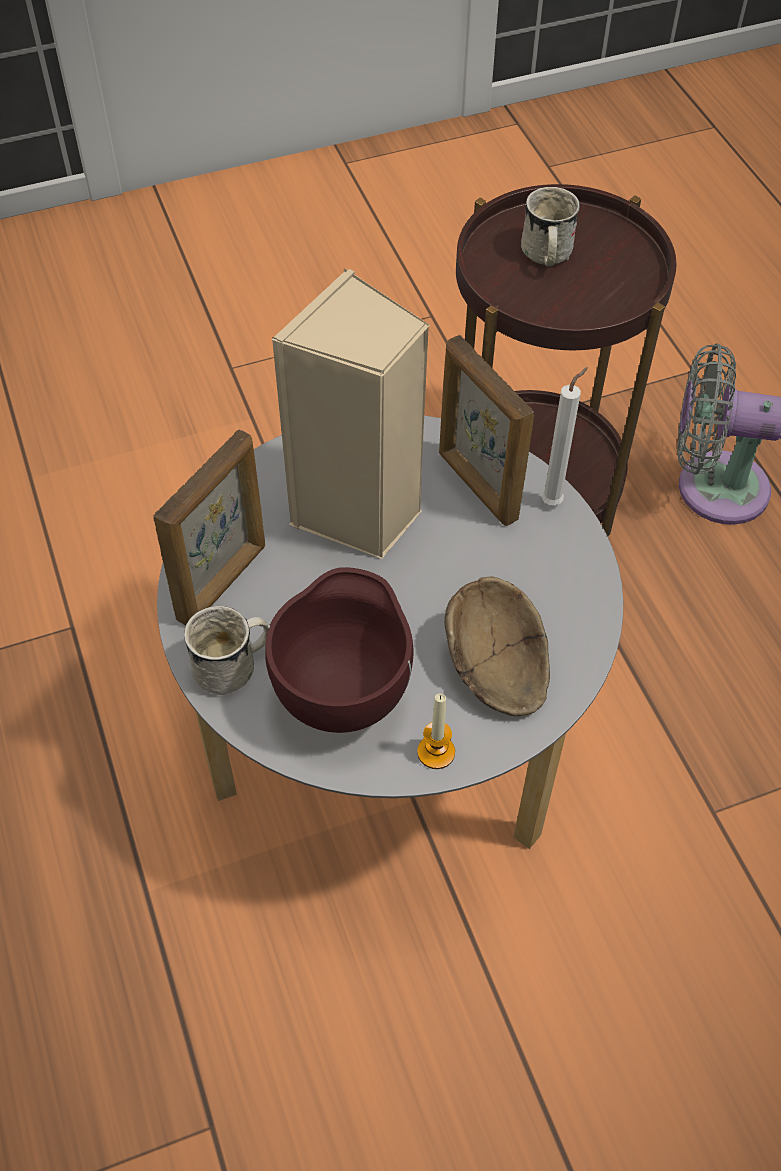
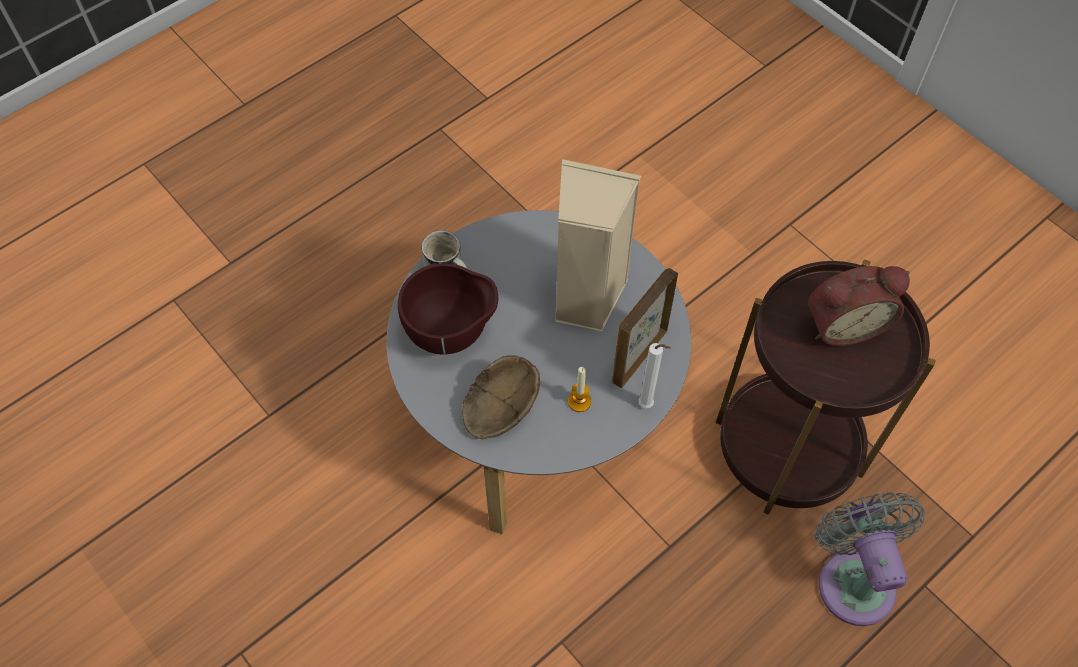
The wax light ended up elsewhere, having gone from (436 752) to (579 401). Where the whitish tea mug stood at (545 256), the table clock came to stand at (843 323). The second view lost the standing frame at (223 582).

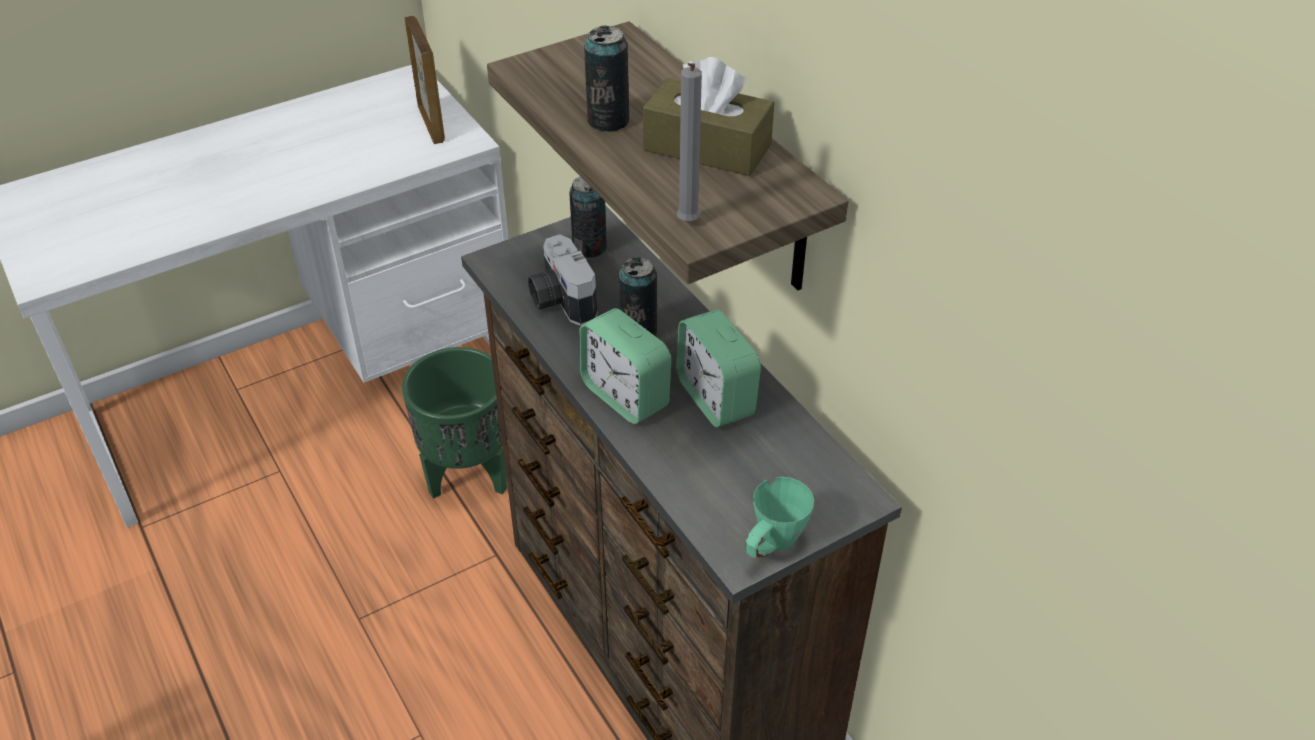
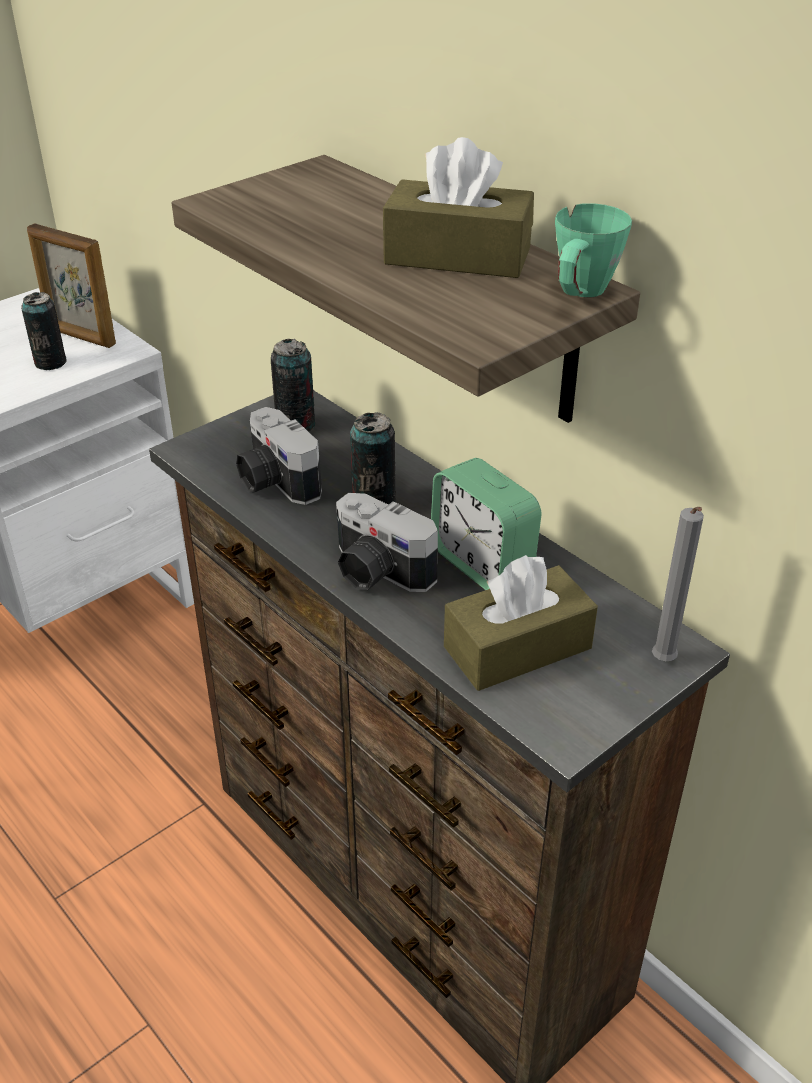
The metal can ended up elsewhere, having gone from (608 120) to (50 362). The standing frame at (431 123) ended up facing another way, 150 degrees clockwise from before. Where the table clock stood at (625 396), the still camera came to stand at (377 572). The second view gained the brown-coloured tissue holder at (517 647). The green tea mug ended up elsewhere, having gone from (771 548) to (580 296). The greyish wax light ended up elsewhere, having gone from (687 224) to (663 663). The second view lost the green flower pot at (469 476).

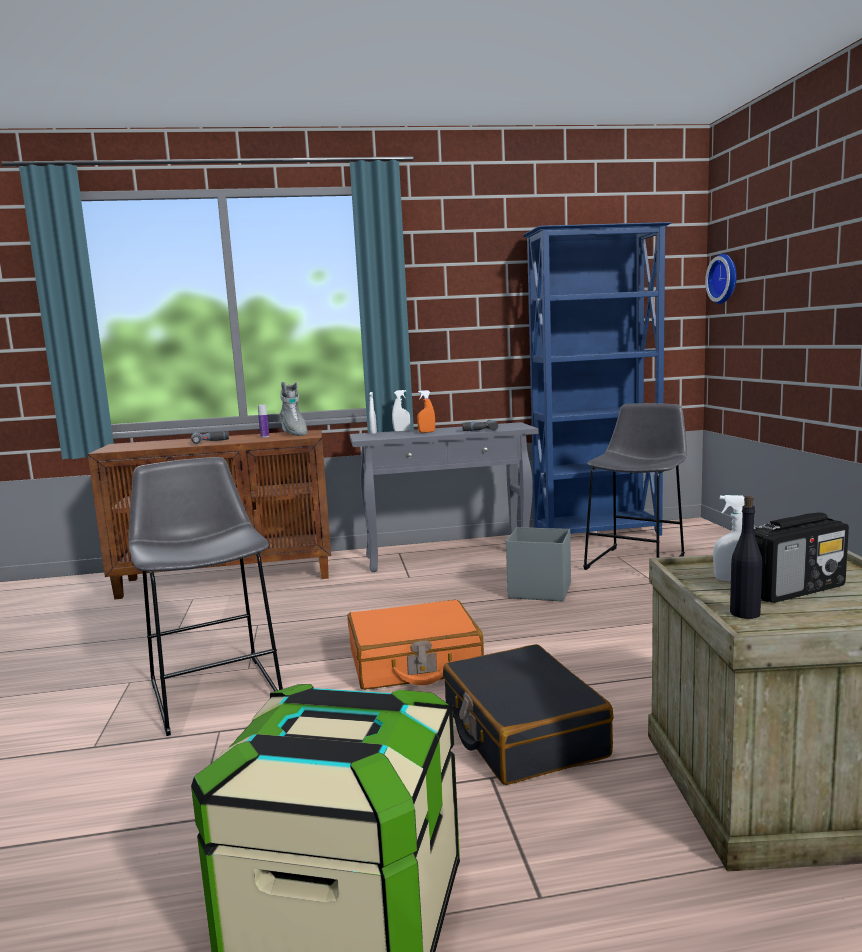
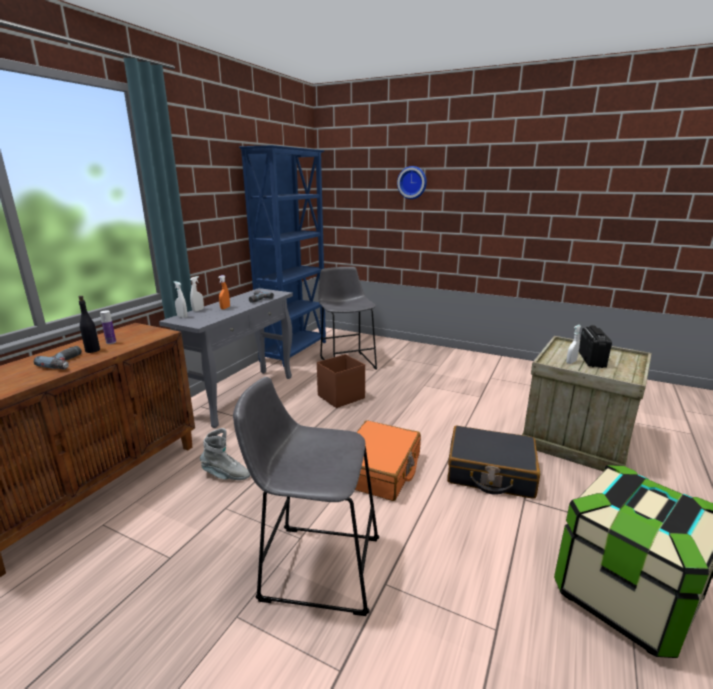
The black-coloured bottle ended up elsewhere, having gone from (745 613) to (92 350). The greyish tall boot ended up elsewhere, having gone from (294 433) to (226 475). What was the greyish storage bin at (539 590) turned into the brown-coloured storage bin at (340 397). The wall clock ended up elsewhere, having gone from (725 278) to (412 182).

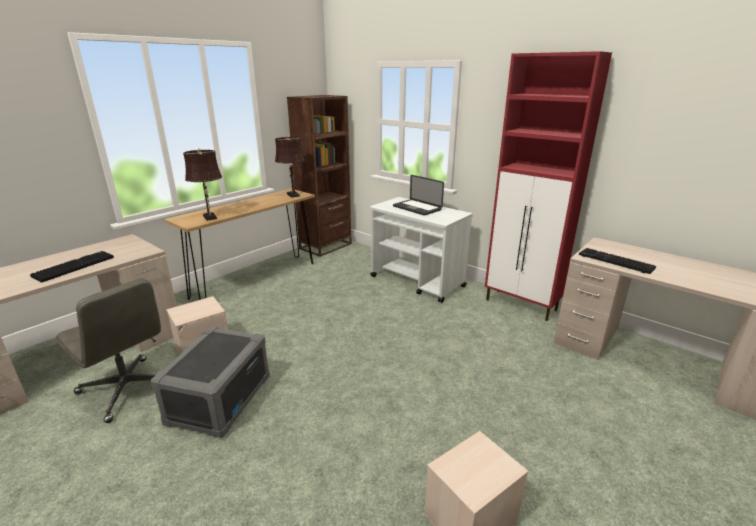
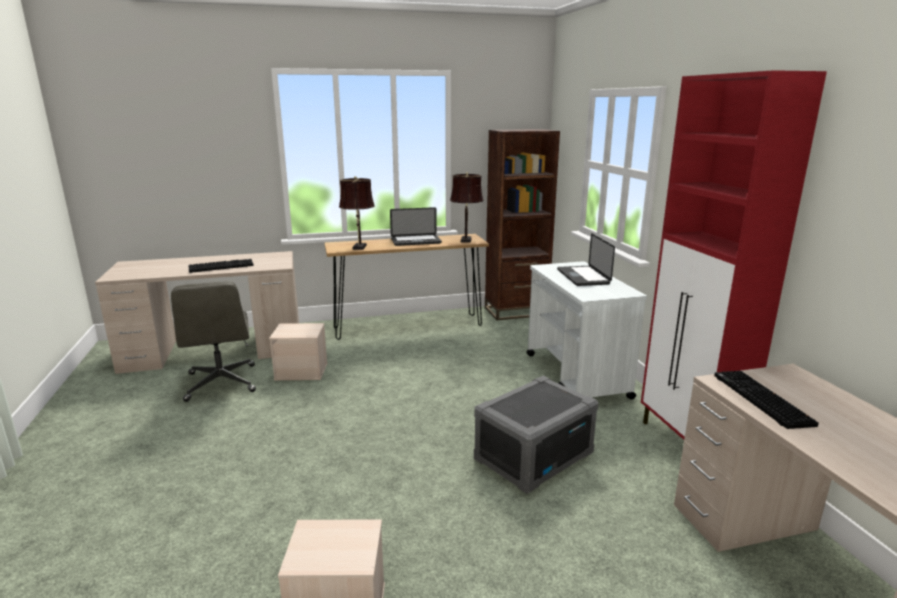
The second view gained the laptop at (416 241). The greyish storage bin ended up elsewhere, having gone from (219 399) to (533 456).

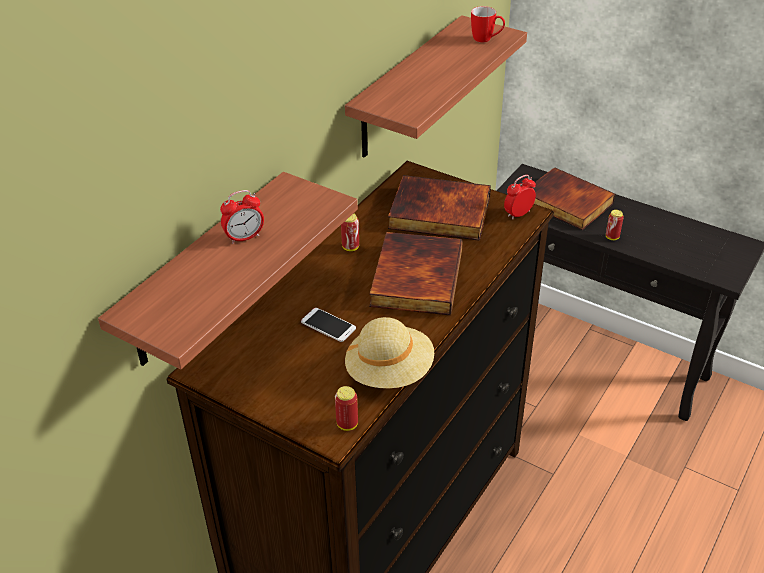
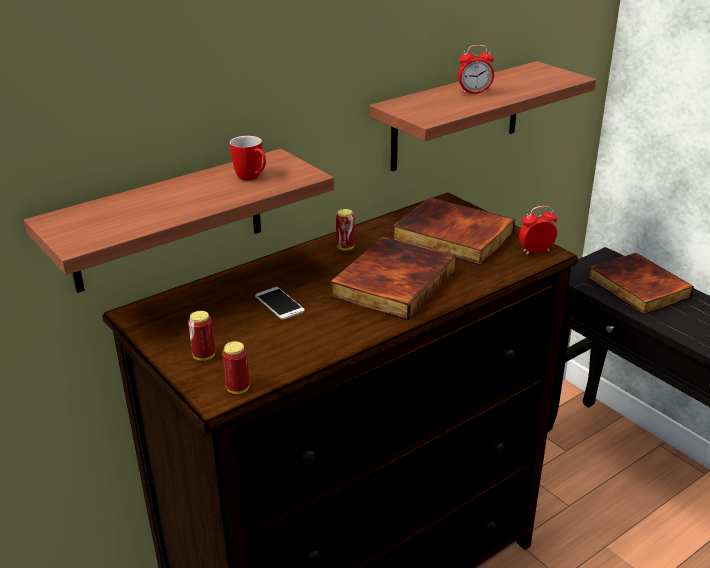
The metal can ended up elsewhere, having gone from (612 237) to (204 356). The tea mug ended up elsewhere, having gone from (486 40) to (252 178). The table clock ended up elsewhere, having gone from (244 237) to (474 92). The second view lost the beige wearable hat at (389 372).

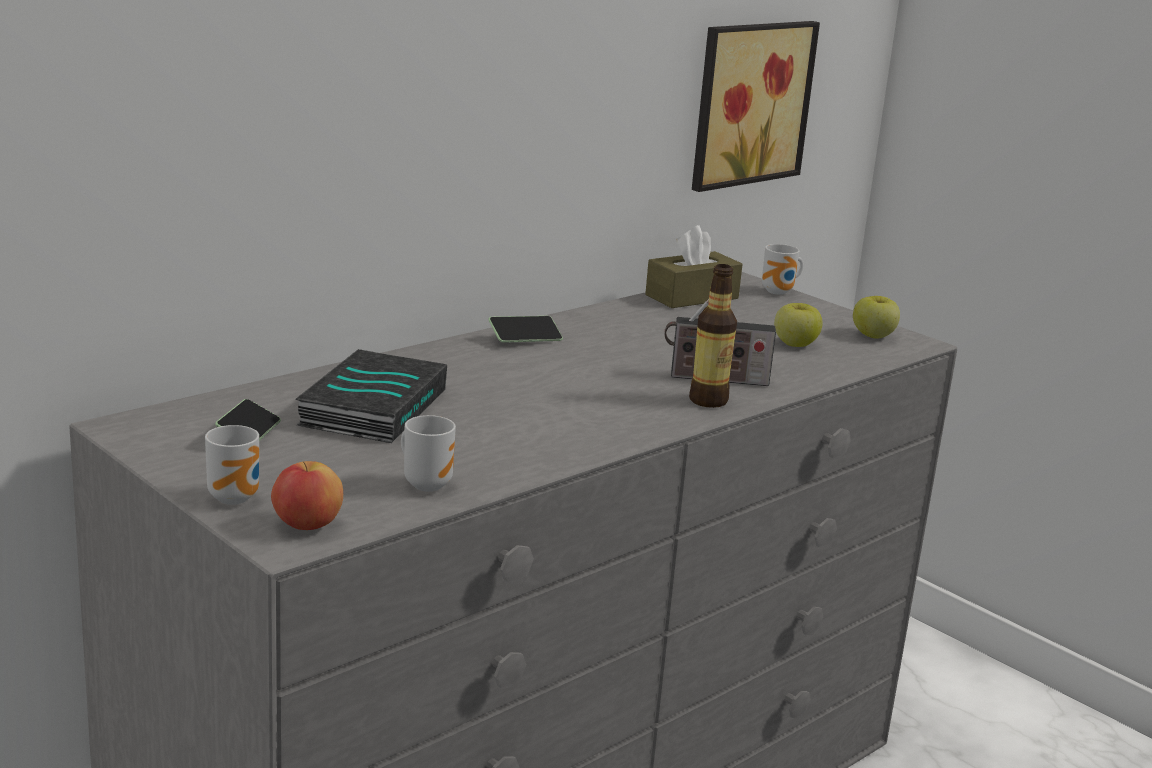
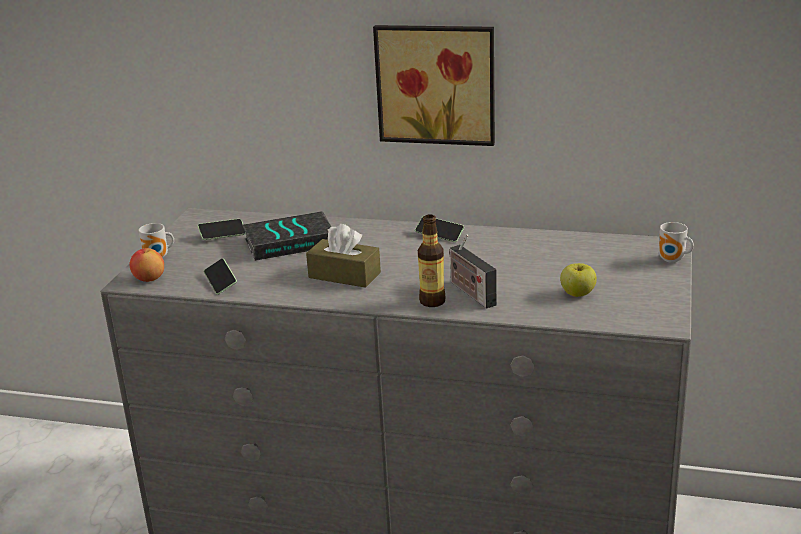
Where the tea mug stood at (426 484), the telephone came to stand at (221 283). The brown-coloured tissue holder ended up elsewhere, having gone from (692 297) to (344 275). The wall art ended up elsewhere, having gone from (747 102) to (436 83). The second view lost the apple fruit at (873 336).

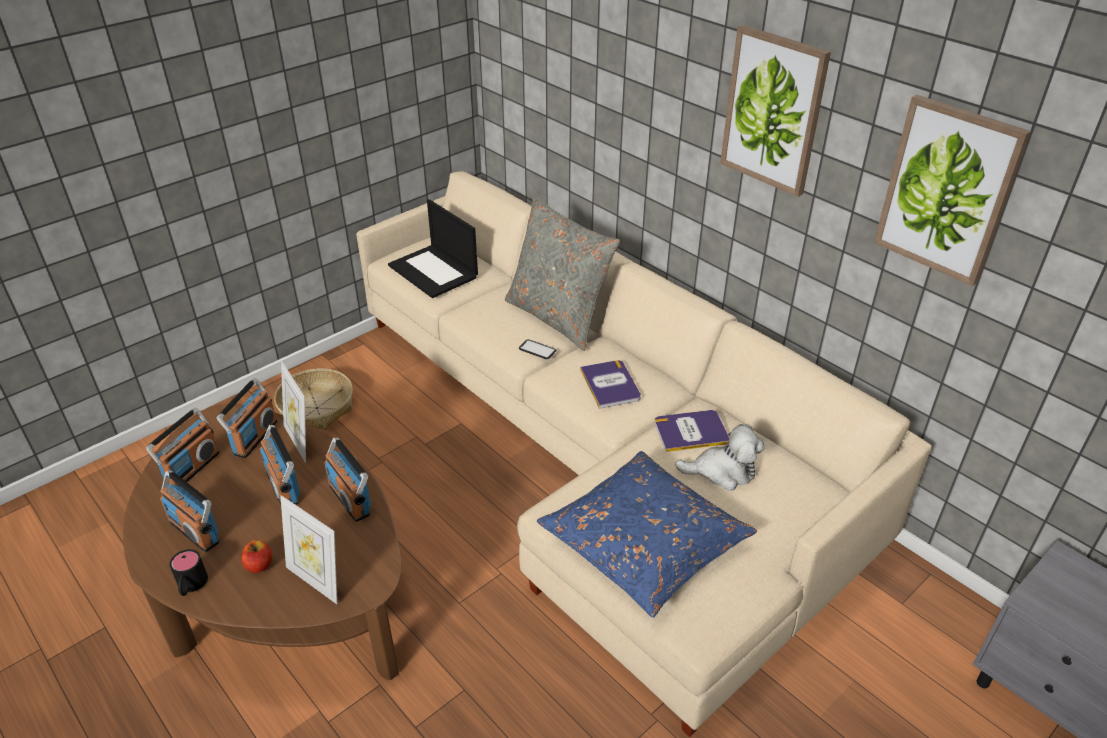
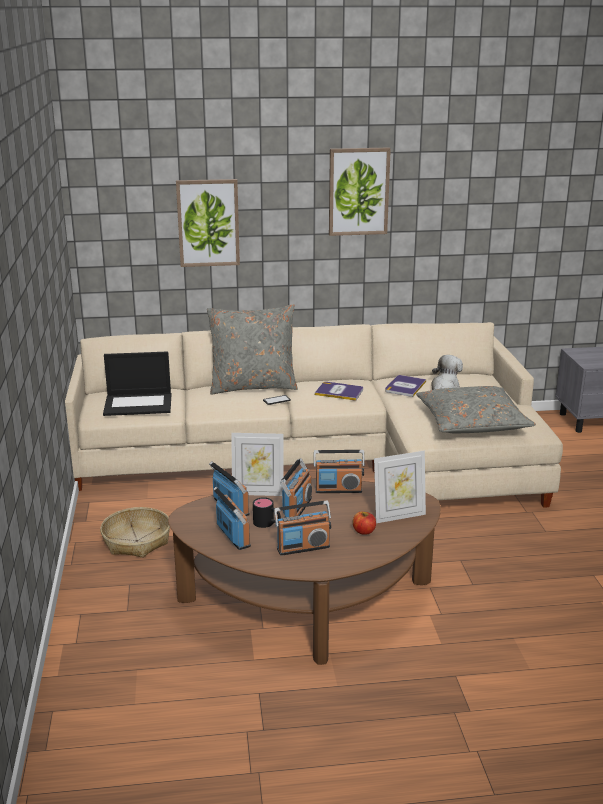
The wall art ended up elsewhere, having gone from (947 190) to (208 223). The black-coloured tea mug ended up elsewhere, having gone from (191 586) to (267 523). The radio at (283 486) ended up facing another way, 75 degrees counterclockwise from before. What was the blue throw pillow at (644 542) turned into the greyish throw pillow at (472 422).

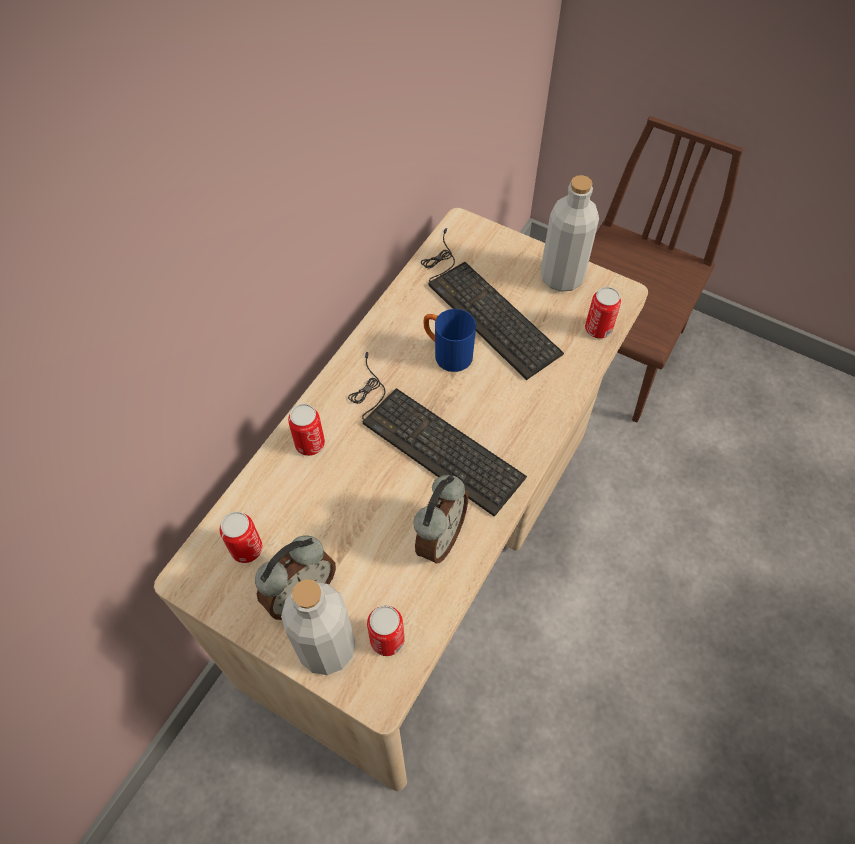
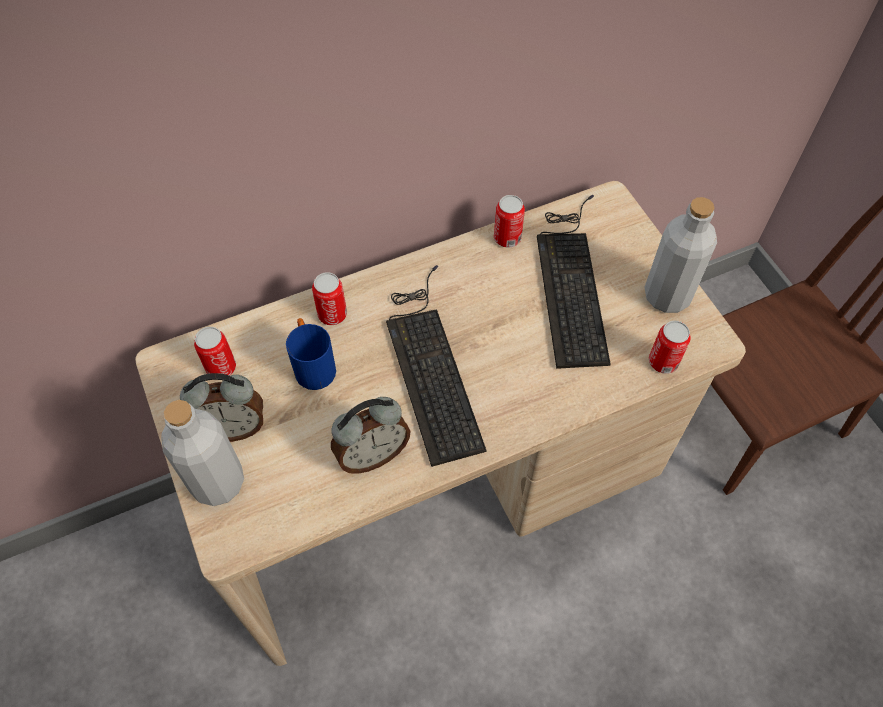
The blue tea mug ended up elsewhere, having gone from (446 353) to (313 365). The metal can ended up elsewhere, having gone from (387 640) to (507 238).

